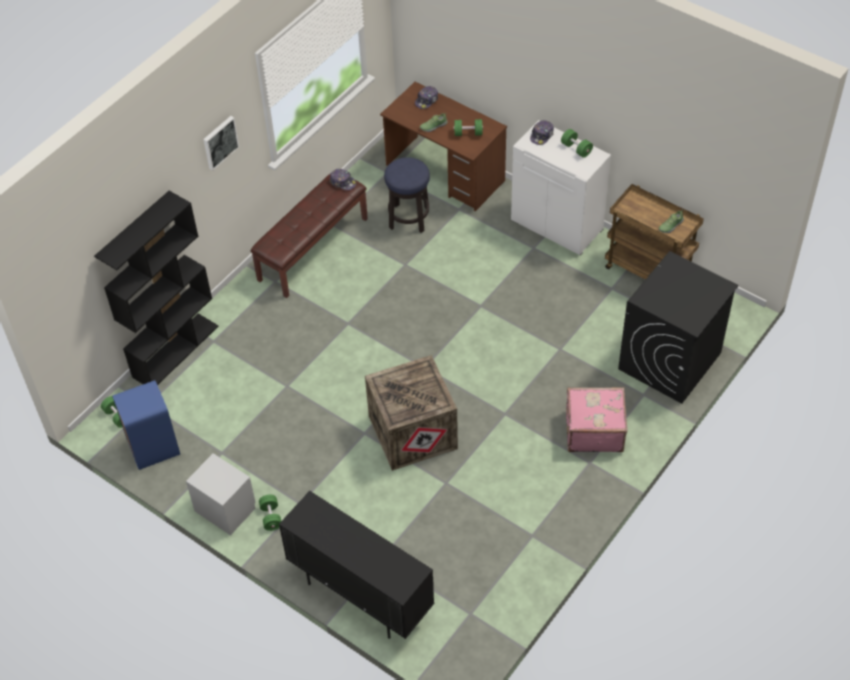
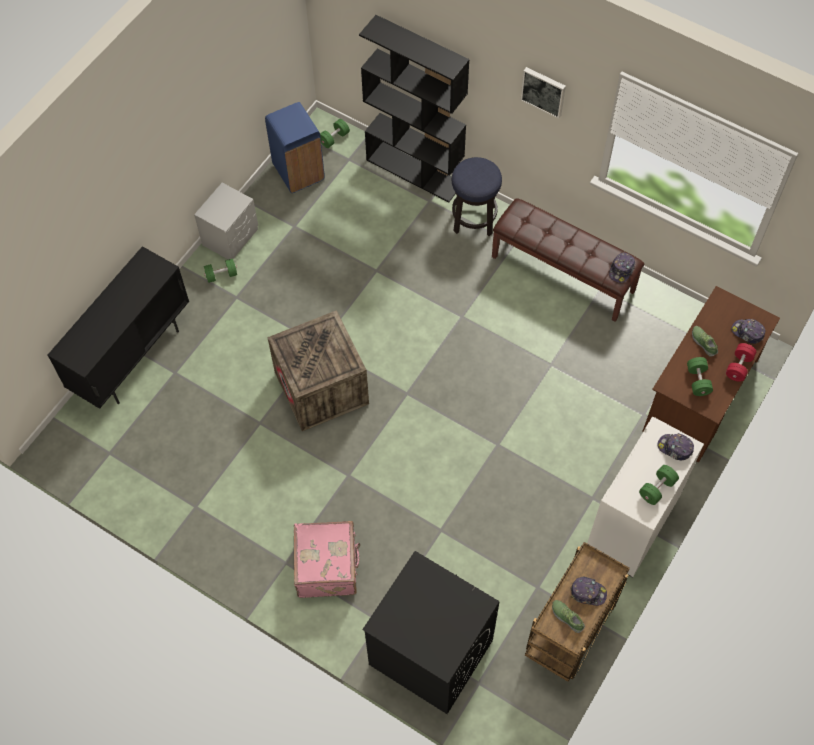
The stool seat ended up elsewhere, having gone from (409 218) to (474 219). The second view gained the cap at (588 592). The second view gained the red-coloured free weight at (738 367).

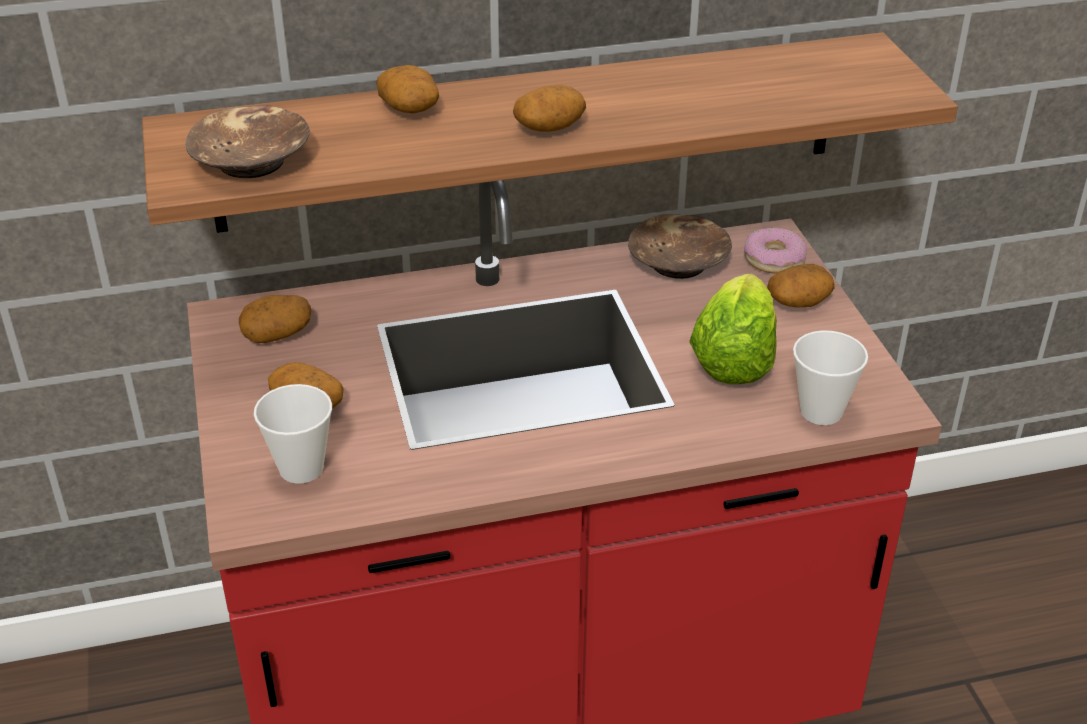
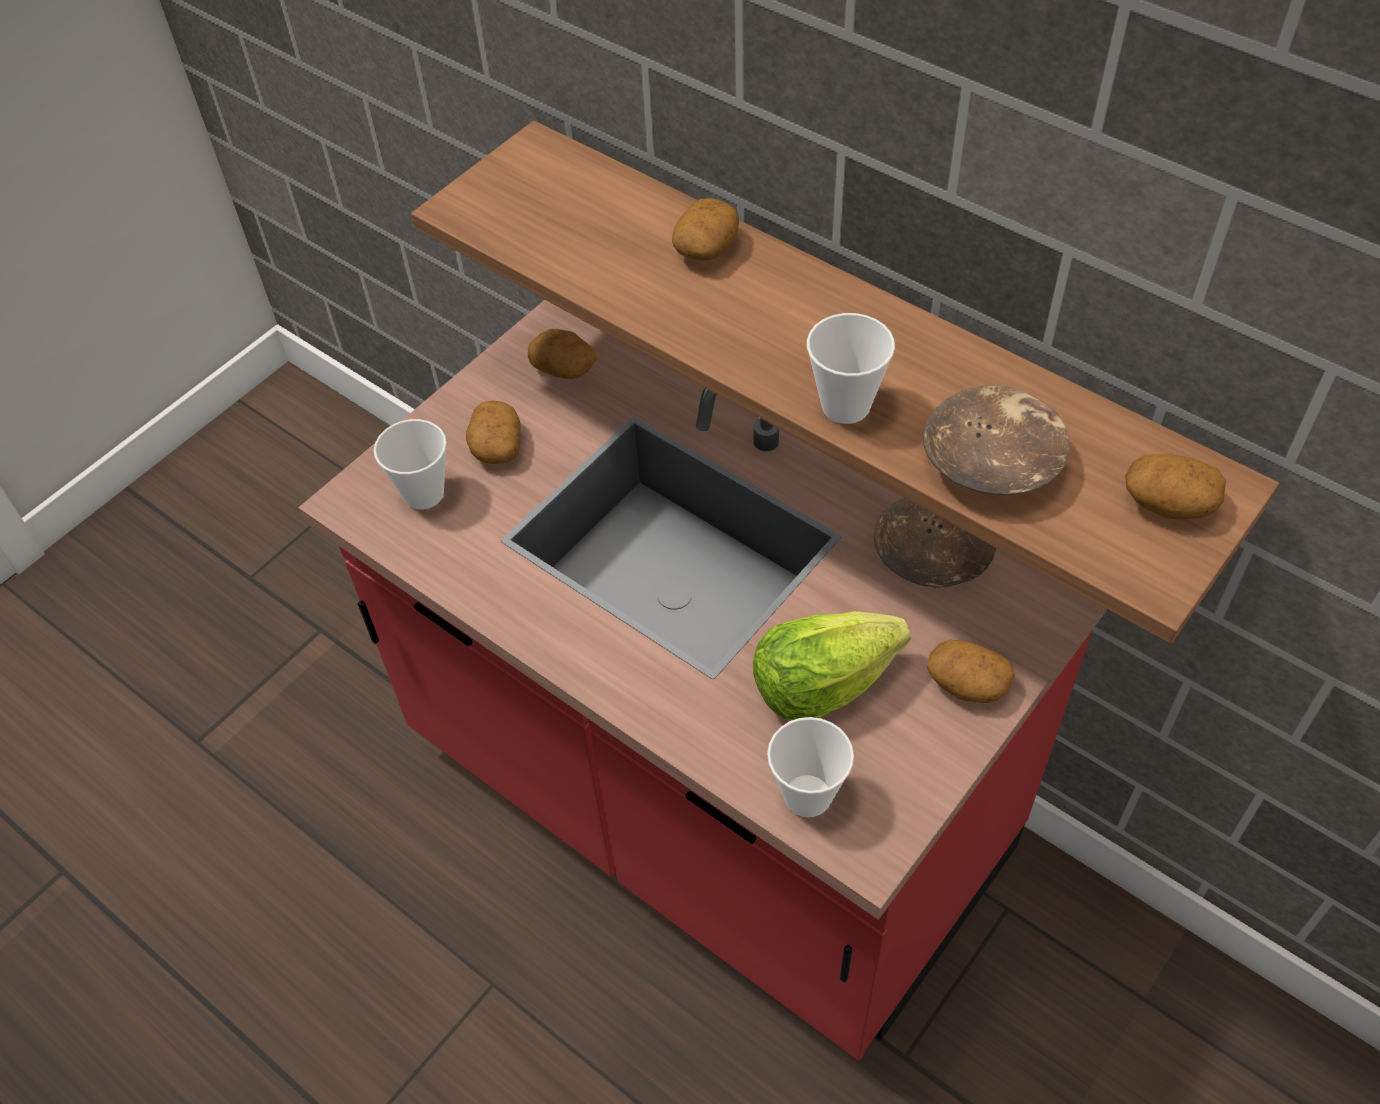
The second view gained the drinking cup at (845 406). The brown-coloured deep dish ended up elsewhere, having gone from (252 161) to (993 462). The potato ended up elsewhere, having gone from (549 127) to (1168 503). The second view lost the donut at (774 259).

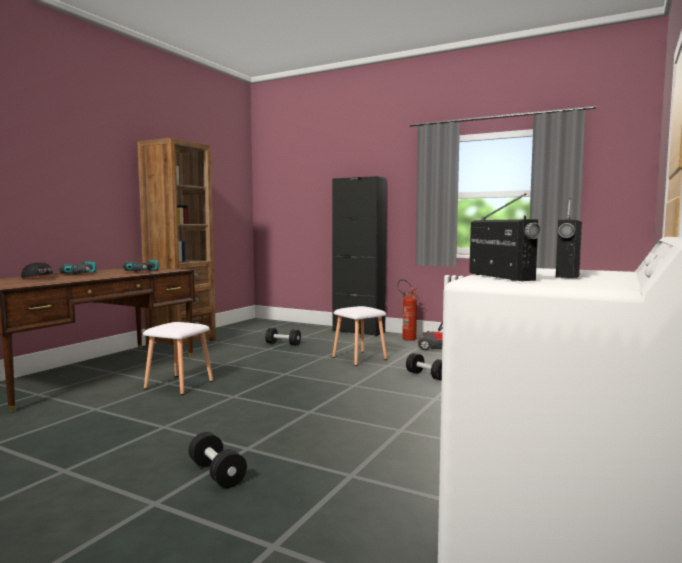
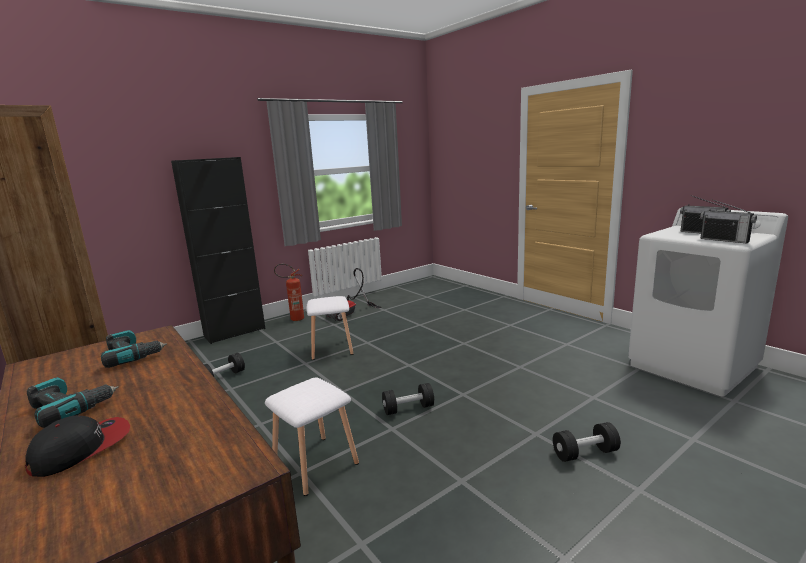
The black-coloured free weight ended up elsewhere, having gone from (427 376) to (408 409). The radio at (500 277) ended up facing another way, 135 degrees counterclockwise from before.

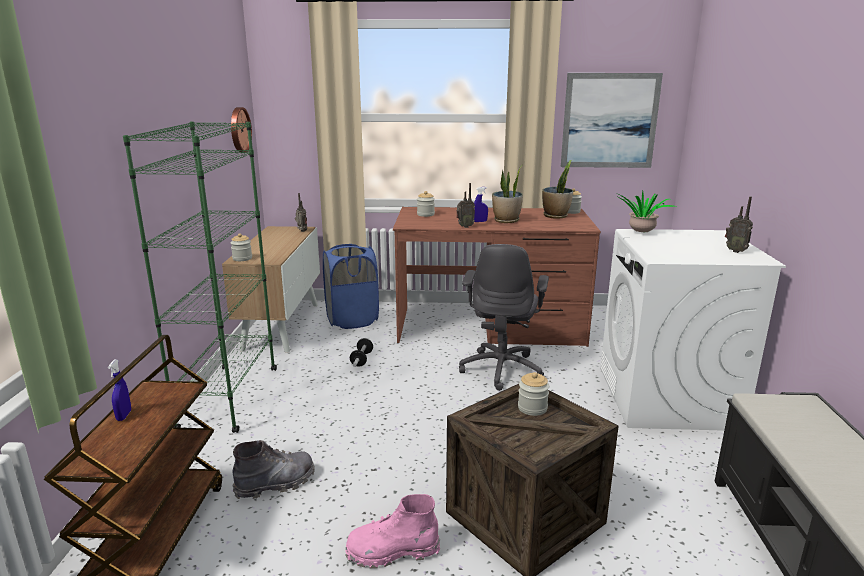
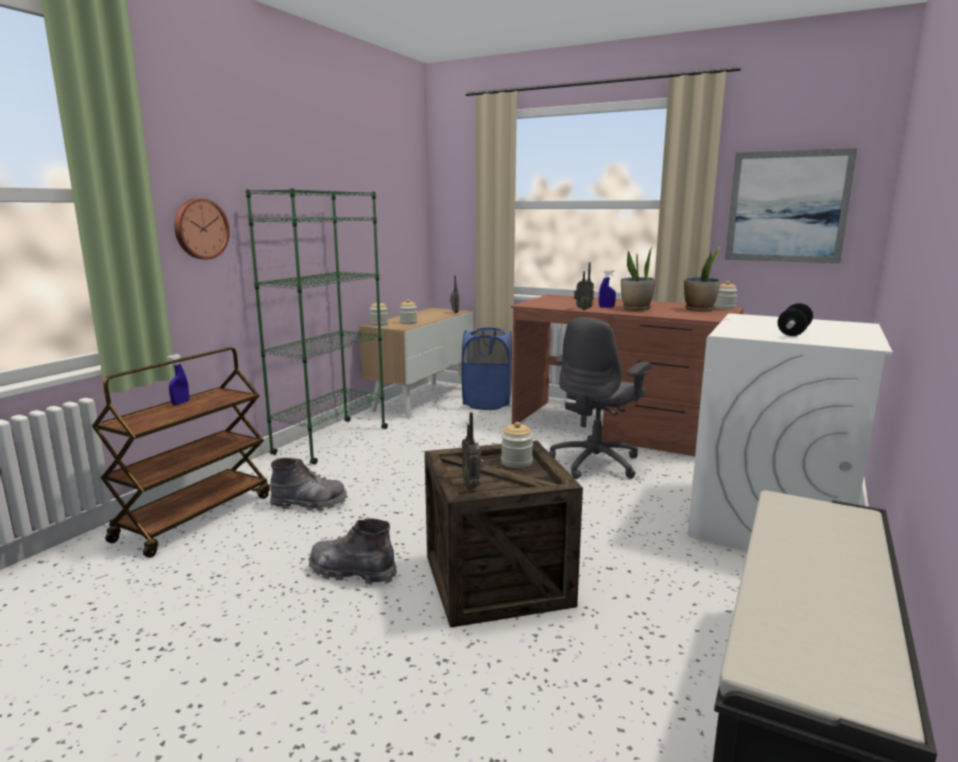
The wall clock ended up elsewhere, having gone from (239 130) to (200 229). What was the pinkish tall boot at (392 551) turned into the greyish tall boot at (352 572). The jar ended up elsewhere, having gone from (425 214) to (408 323). The radio ended up elsewhere, having gone from (735 251) to (472 486). The free weight ended up elsewhere, having gone from (361 359) to (793 332). The second view lost the houseplant at (641 233).

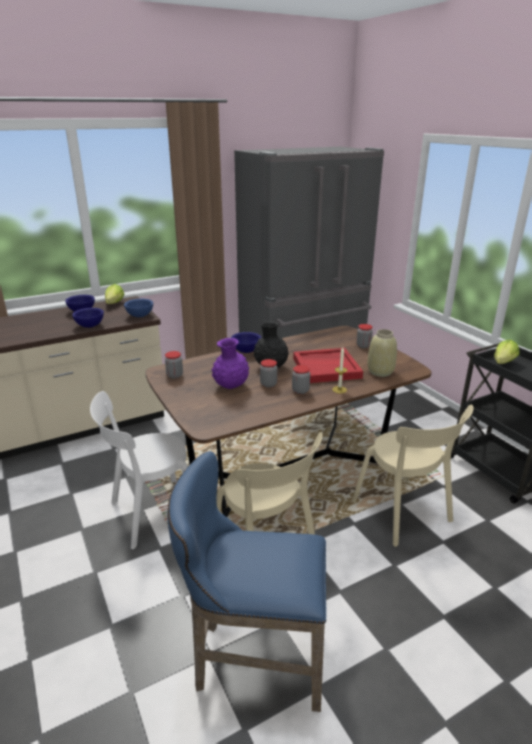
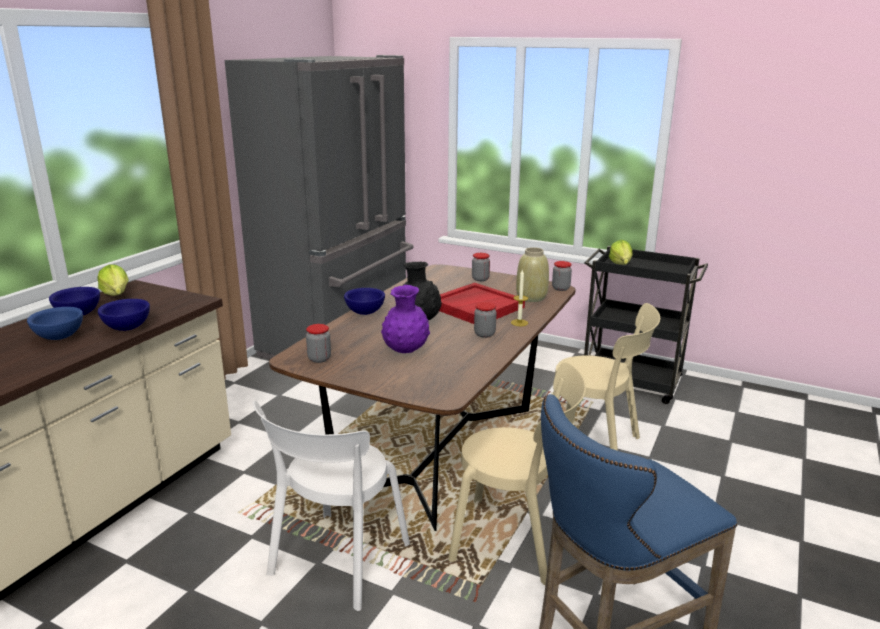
The blue deep dish ended up elsewhere, having gone from (140 316) to (60 337). The jar ended up elsewhere, having gone from (268 384) to (560 288).

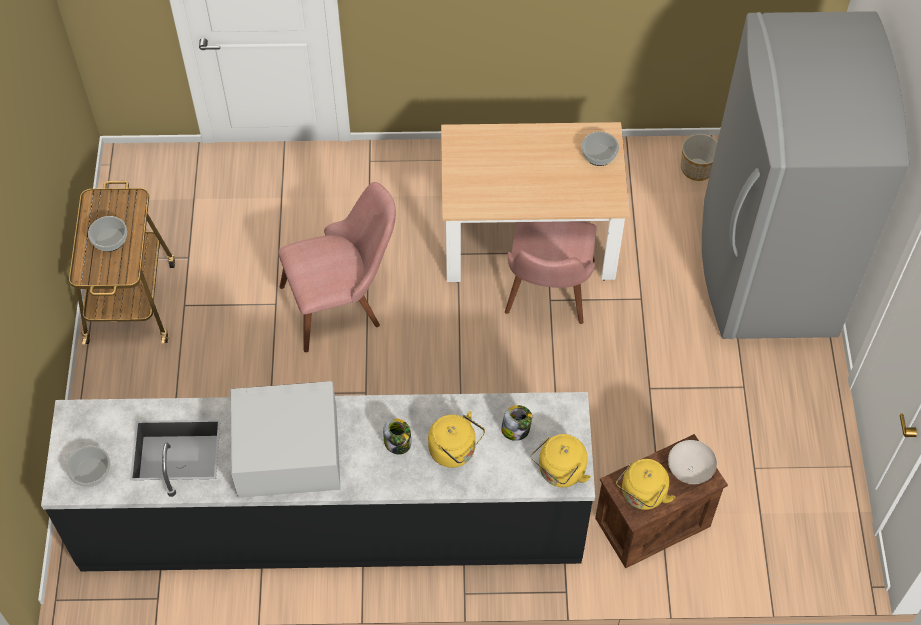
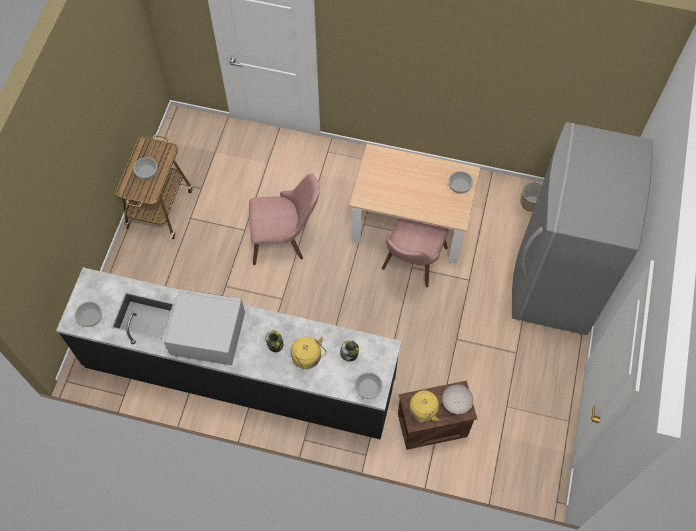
Where the yellowish water kettle stood at (560 472), the deep dish came to stand at (368 388).

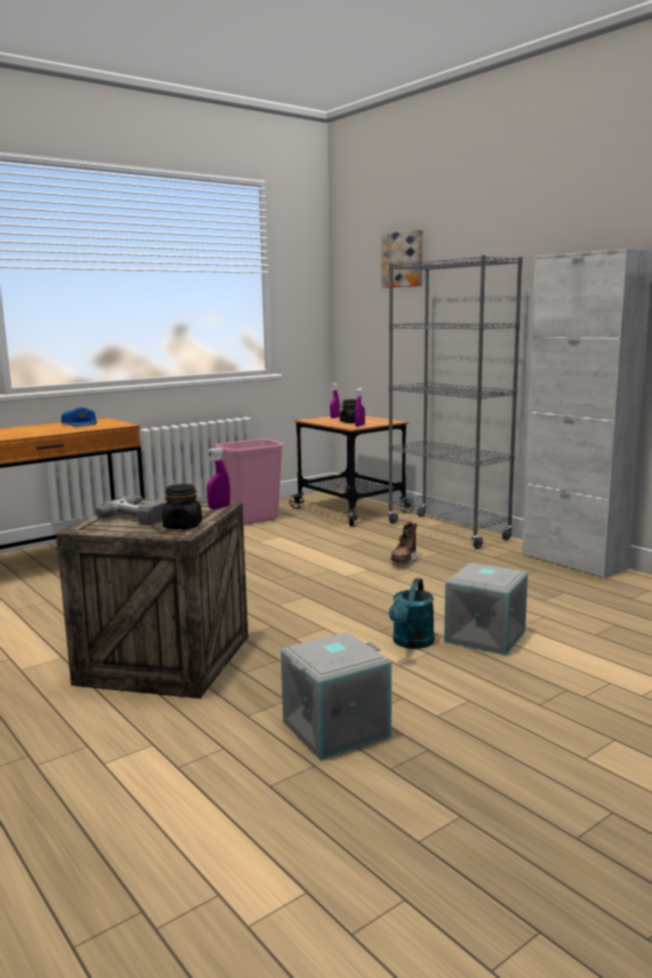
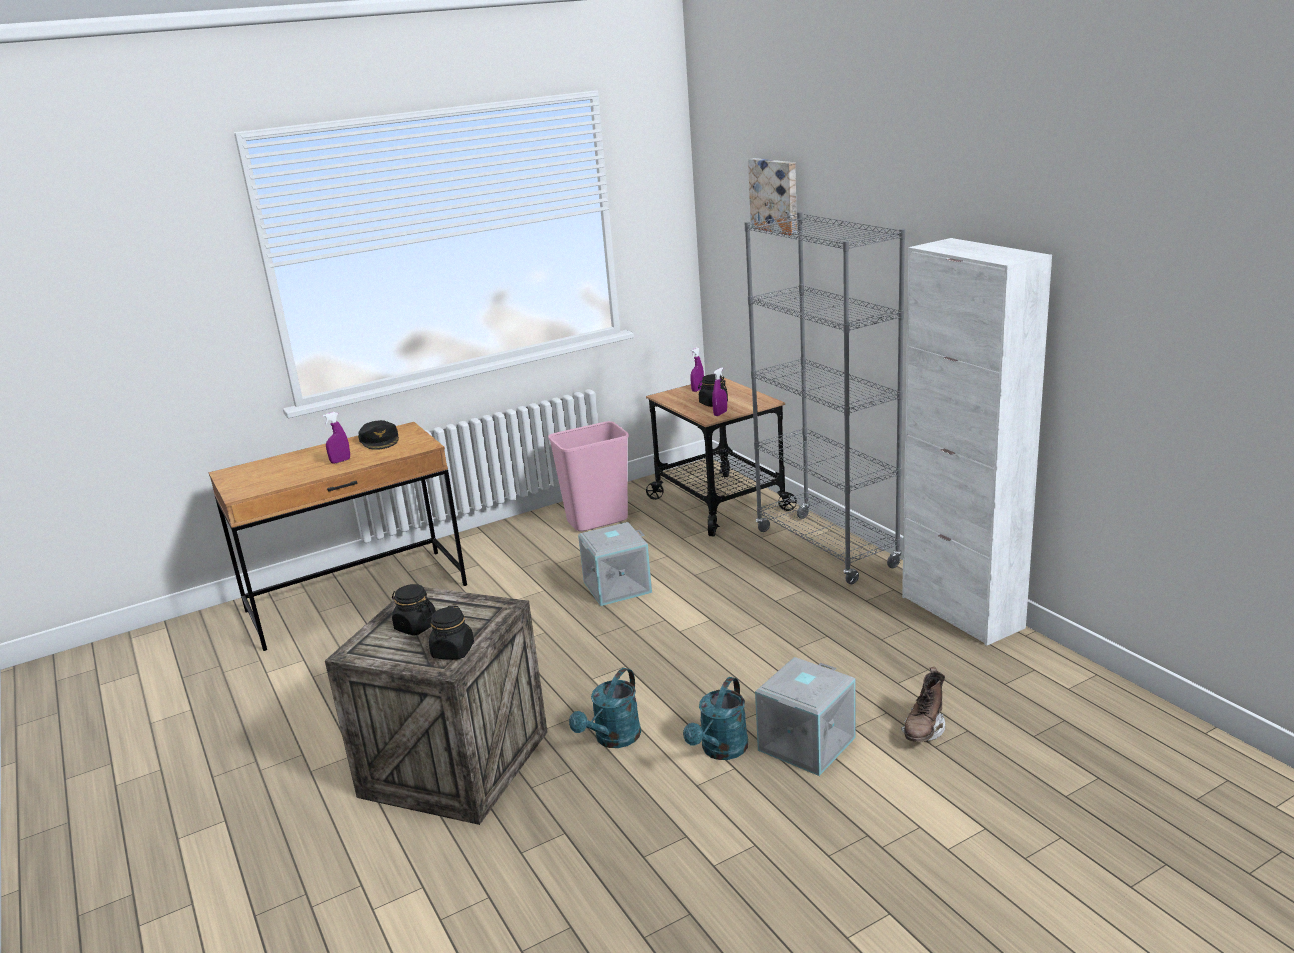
The purplish hand sprayer ended up elsewhere, having gone from (219 507) to (340 461). What was the blue cap at (80 423) turned into the black-coloured cap at (380 440). Where the power drill stood at (141 515), the black-coloured jar came to stand at (416 626). The second view gained the blue-green sprinkling can at (613 739). The greyish storage bin ended up elsewhere, having gone from (335 728) to (617 586). The brown-coloured tall boot ended up elsewhere, having gone from (404 561) to (923 730).

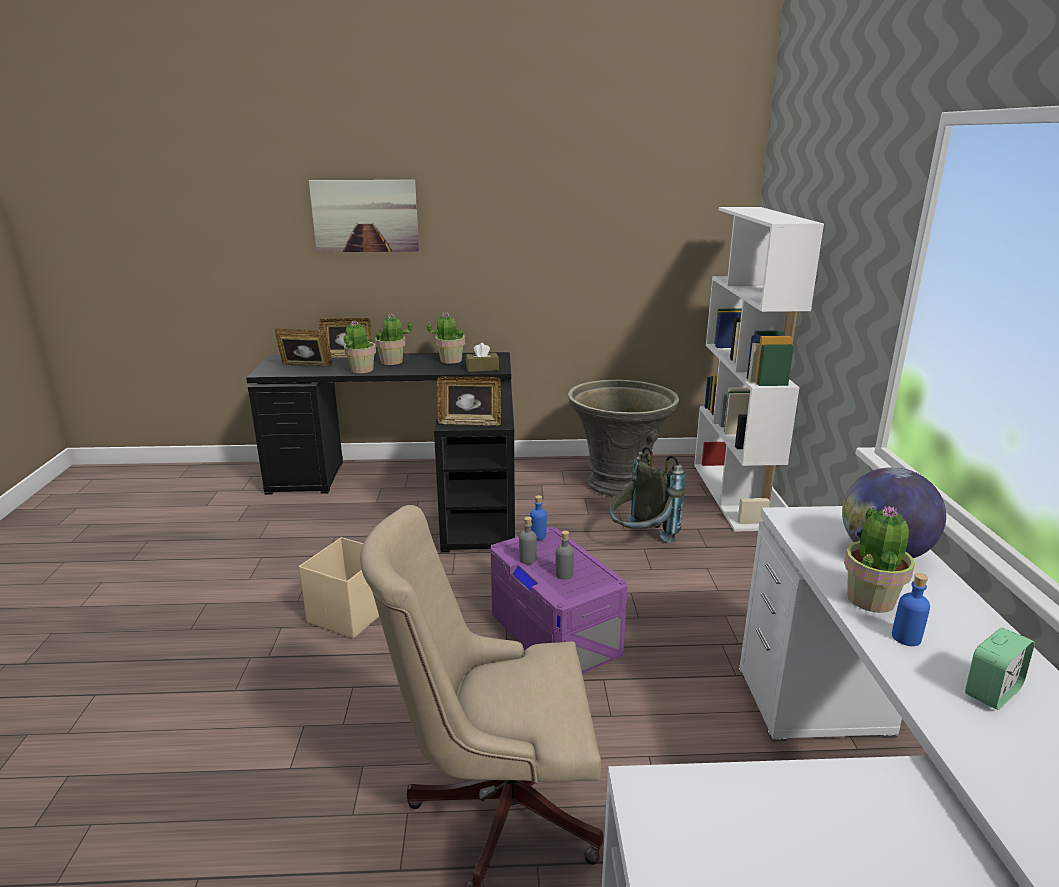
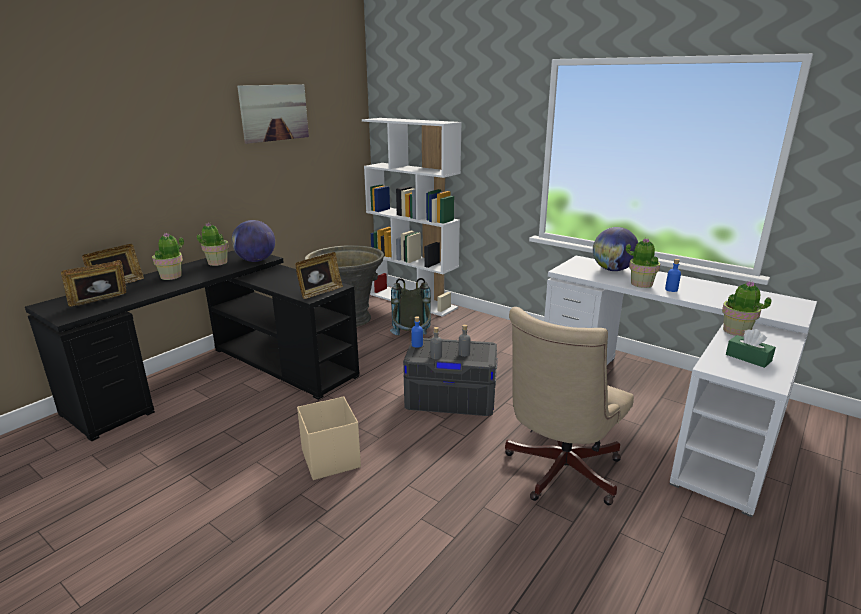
Where the brown-coloured tissue holder stood at (482 368), the globe came to stand at (256 260). The wall art ended up elsewhere, having gone from (365 216) to (274 112). What was the purplish storage bin at (555 631) turned into the greyish storage bin at (451 398). The houseplant ended up elsewhere, having gone from (361 370) to (736 331). The second view gained the green tissue holder at (748 358). The second view lost the table clock at (992 691).

